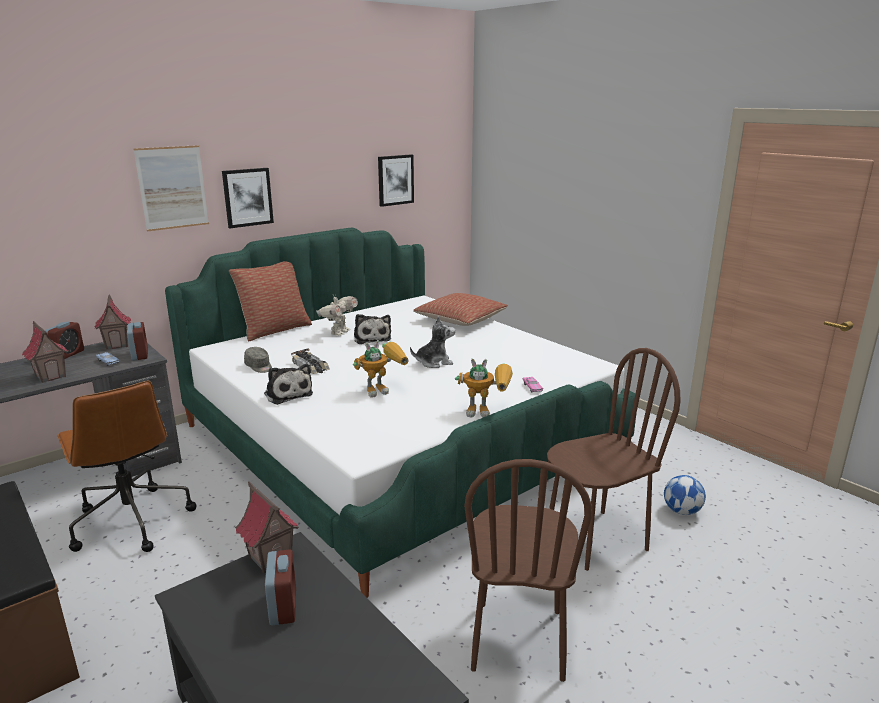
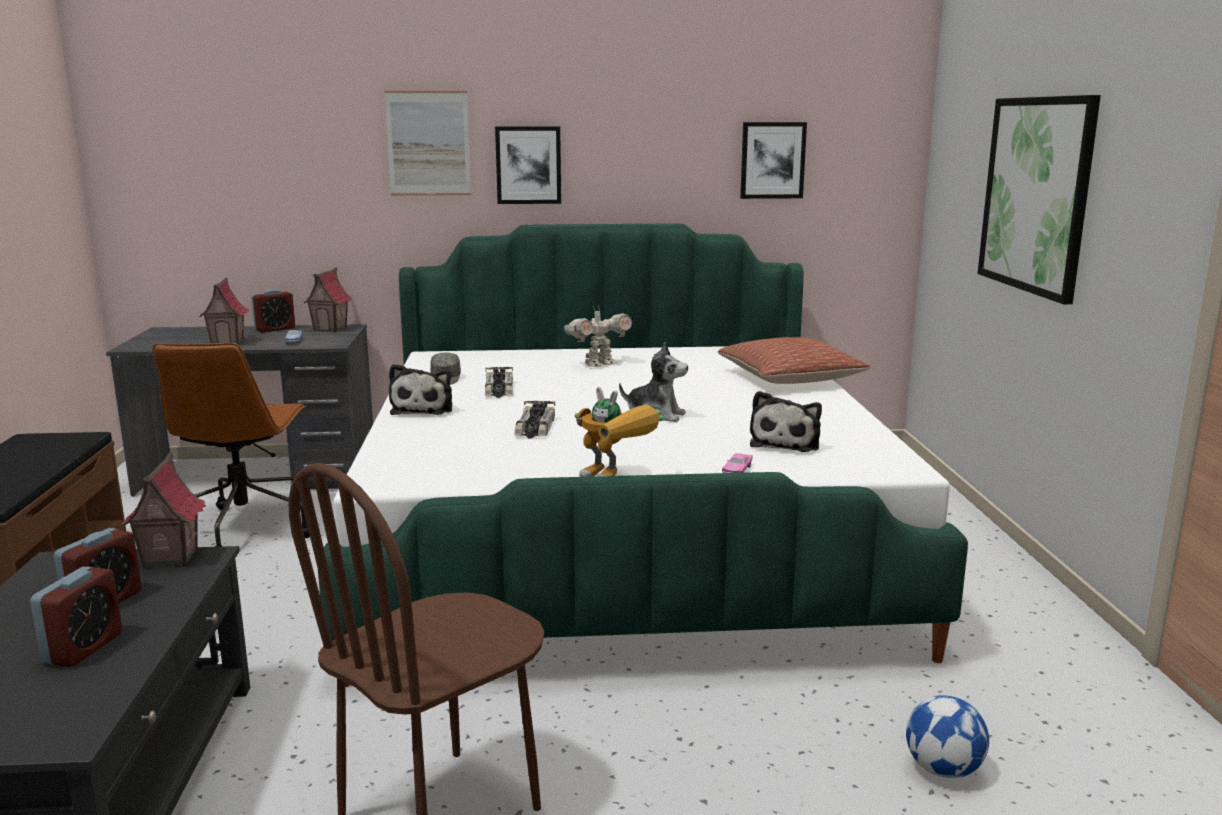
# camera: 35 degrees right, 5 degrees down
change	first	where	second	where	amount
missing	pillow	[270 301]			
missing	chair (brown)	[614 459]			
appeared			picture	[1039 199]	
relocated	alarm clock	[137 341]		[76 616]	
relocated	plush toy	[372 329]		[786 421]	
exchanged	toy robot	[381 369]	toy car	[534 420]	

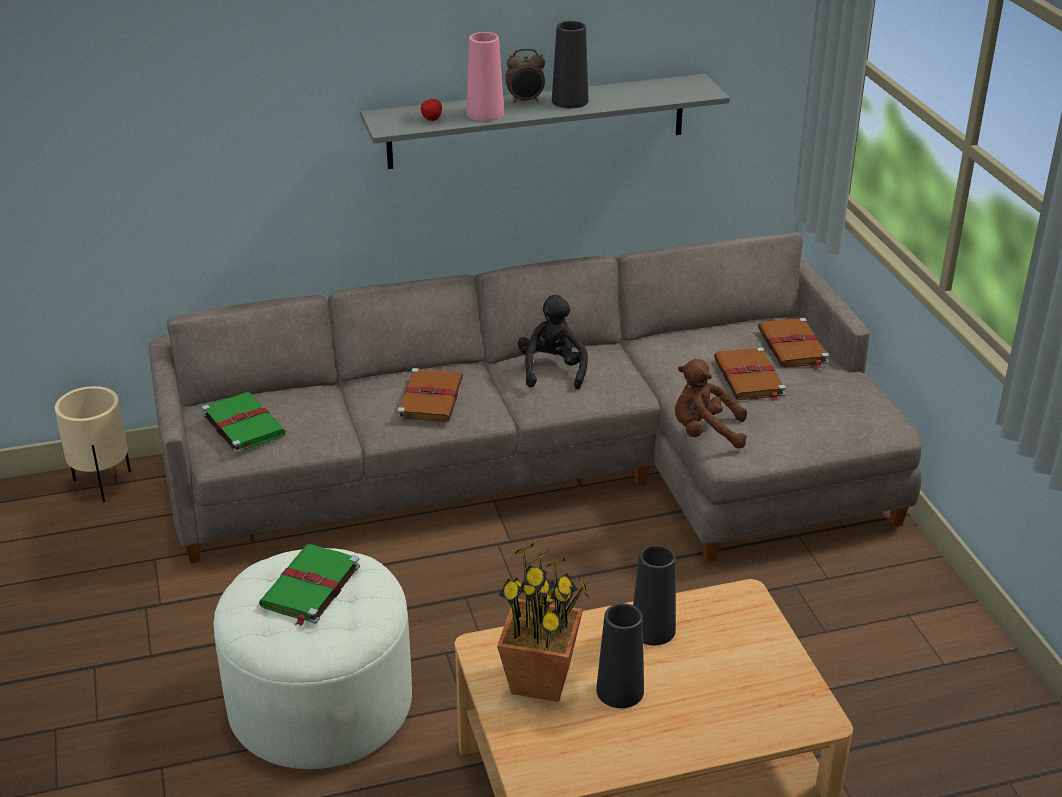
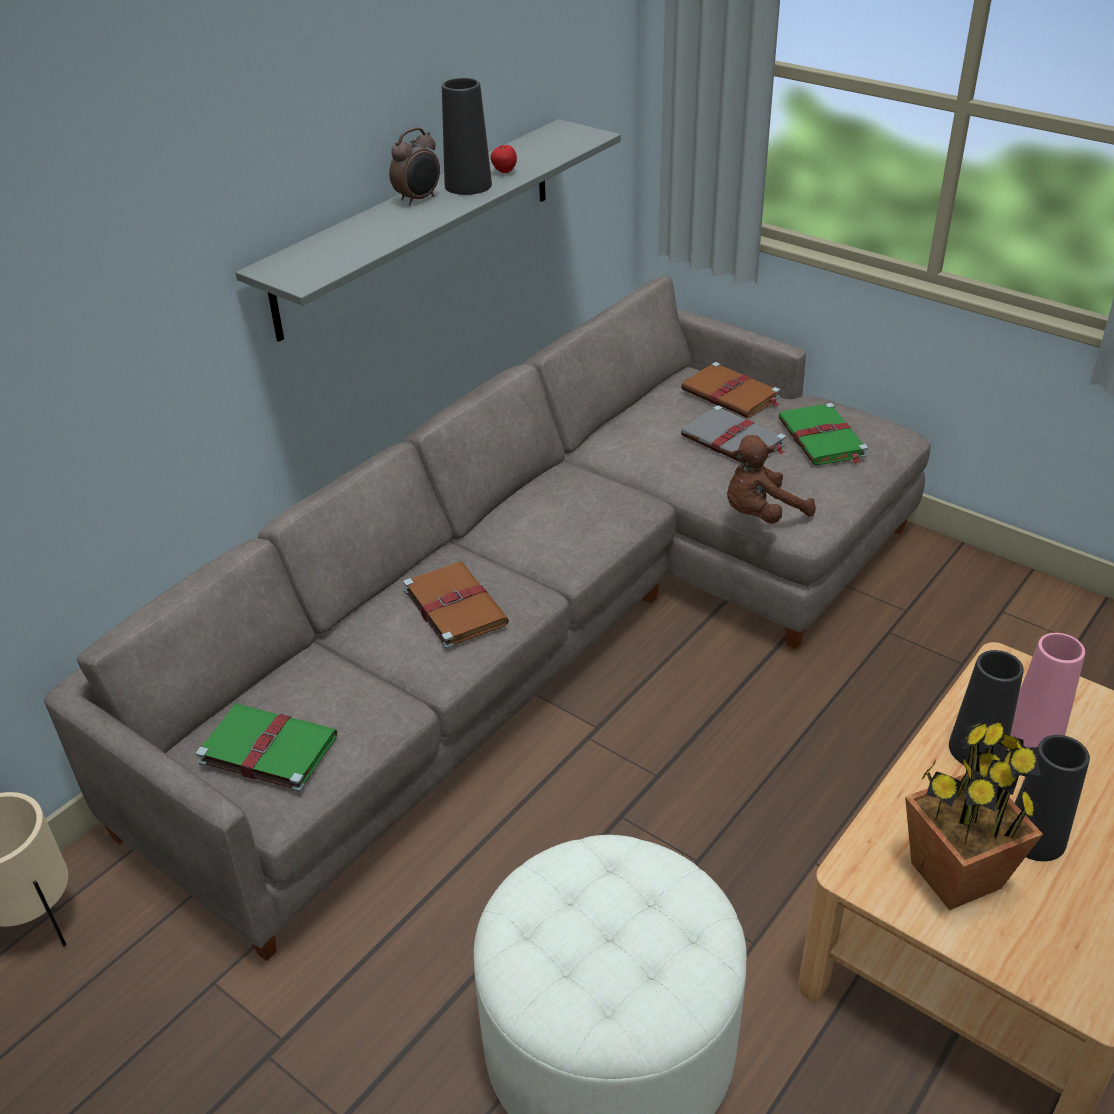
# camera: 35 degrees left, 5 degrees up
change	first	where	second	where	amount
missing	plush toy (black)	[553 342]			
relocated	book (green)	[309 585]		[823 434]	
relocated	apple	[431 110]		[504 159]	
relocated	vase (pink)	[485 76]		[1047 690]	
colour	book (brown)	[750 374]	book (grey)	[733 433]	

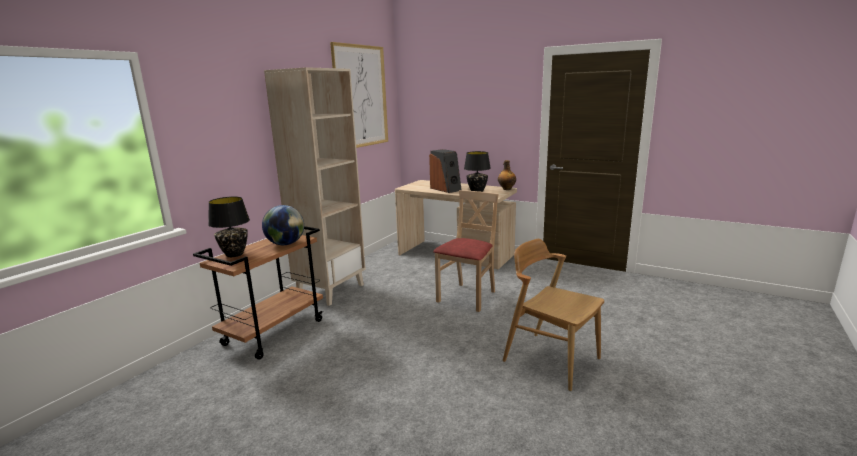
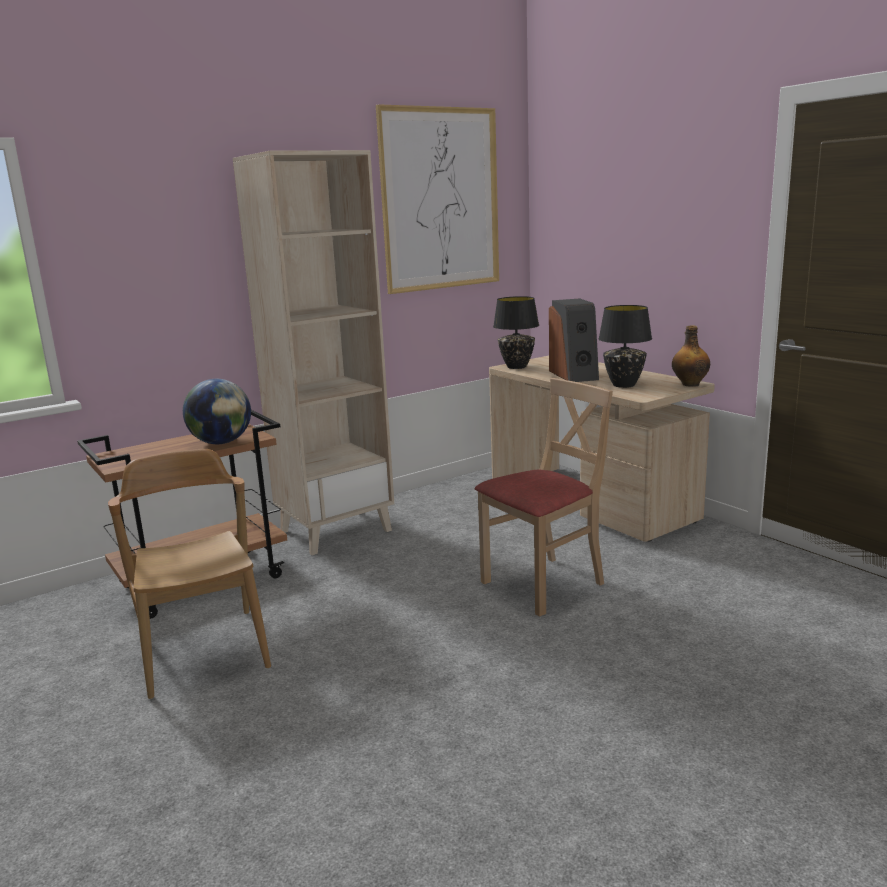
# camera: 25 degrees right, 0 degrees up
change	first	where	second	where	amount
relocated	table lamp (black)	[229 227]		[516 332]	
relocated	chair (brown)	[553 315]		[189 574]	

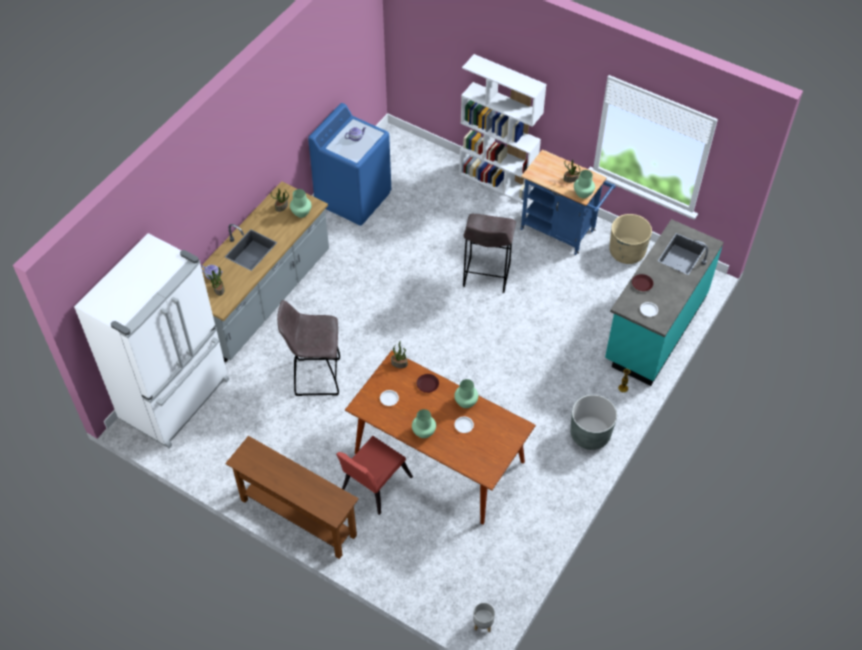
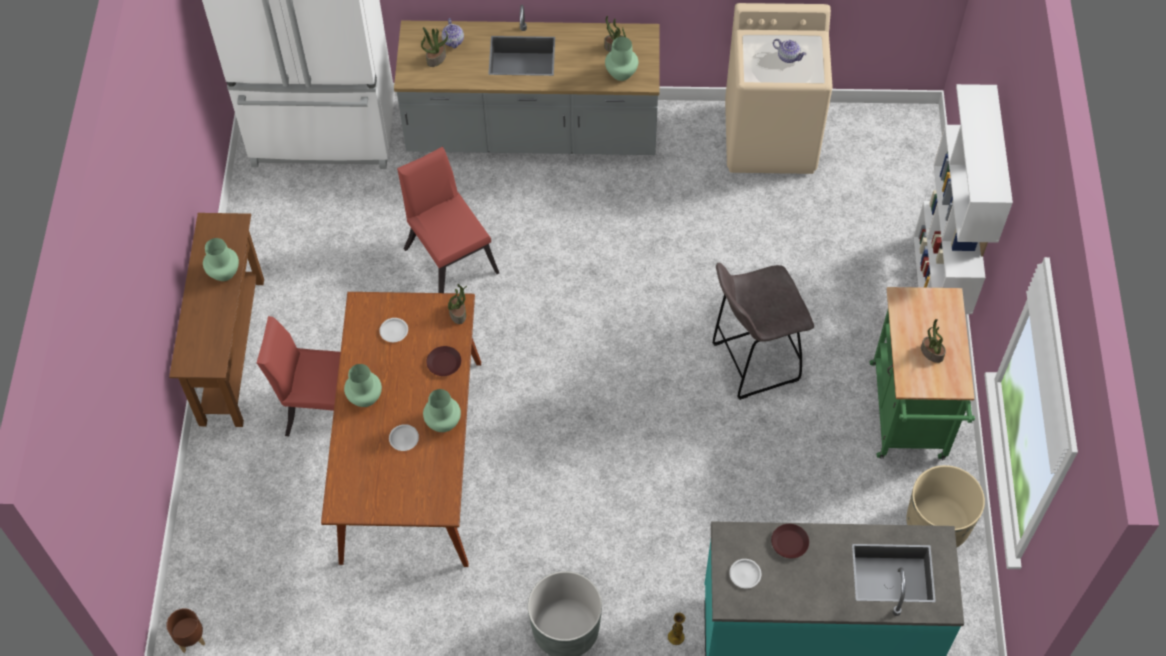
# camera: 60 degrees right, 5 degrees up
change	first	where	second	where	amount
relocated	vase (green)	[584 184]		[221 259]	
exchanged	stool (grey)	[308 348]	chair (red)	[448 220]	
colour	washing machine (blue)	[349 164]	washing machine (beige)	[779 88]	
colour	planter (grey)	[484 617]	planter (brown)	[186 630]	
colour	cart (blue)	[568 202]	cart (green)	[922 373]	

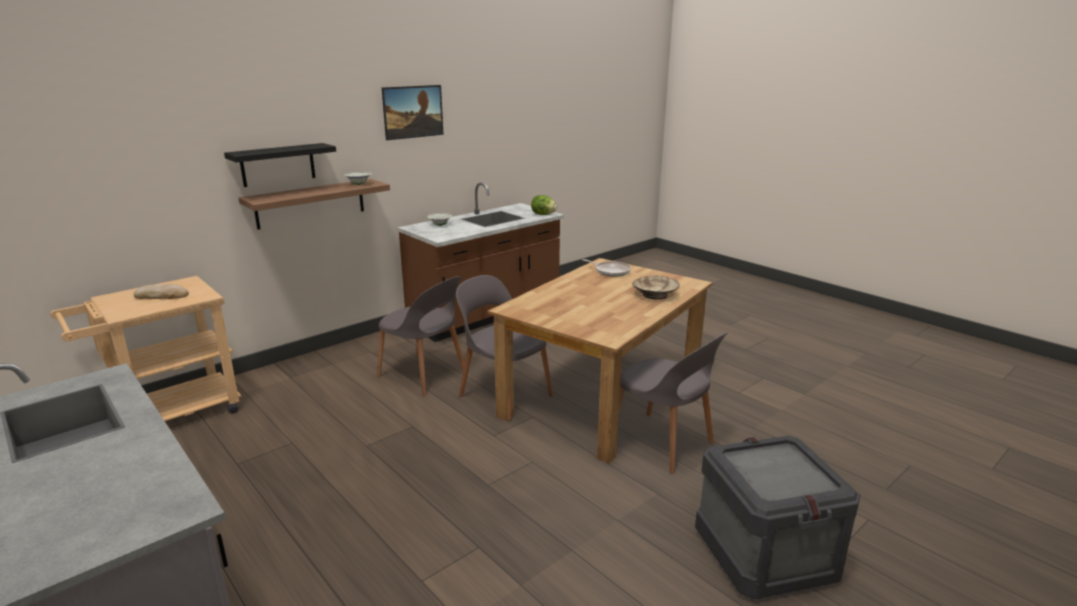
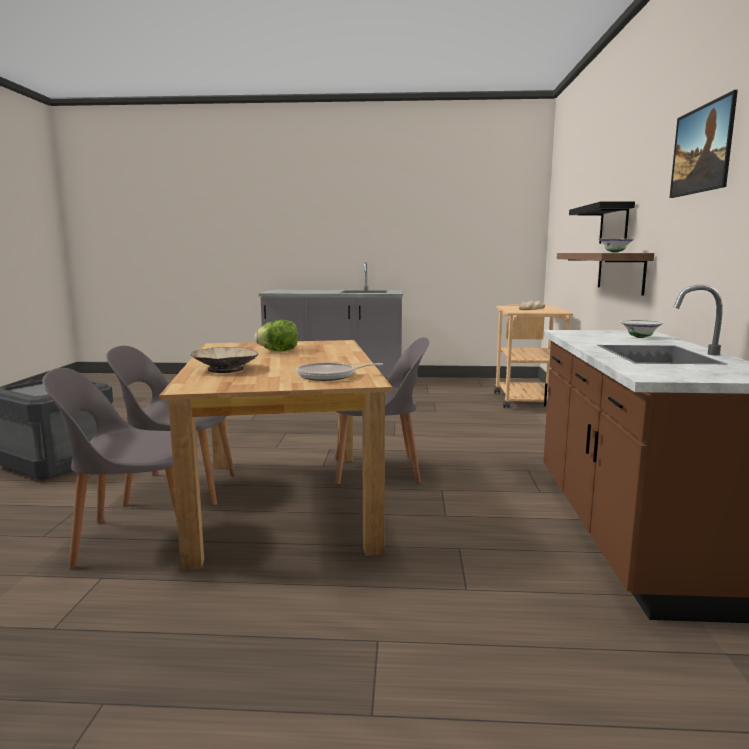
# camera: 135 degrees right, 10 degrees down
change	first	where	second	where	amount
relocated	chair (grey)	[420 336]		[110 468]	
relocated	lettuce	[544 205]		[276 335]	

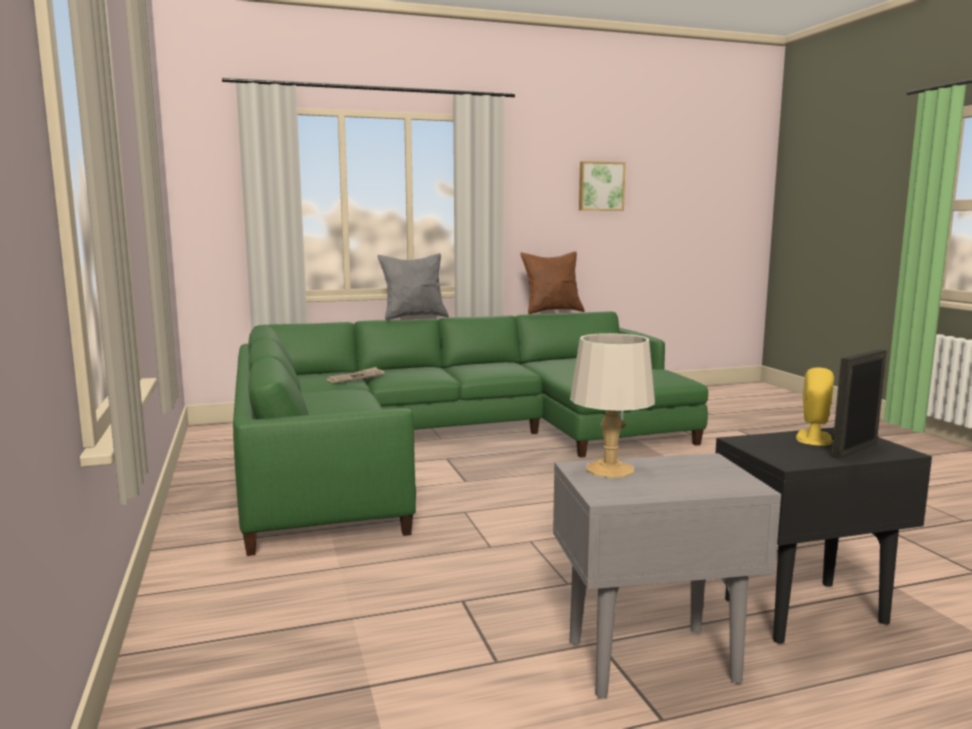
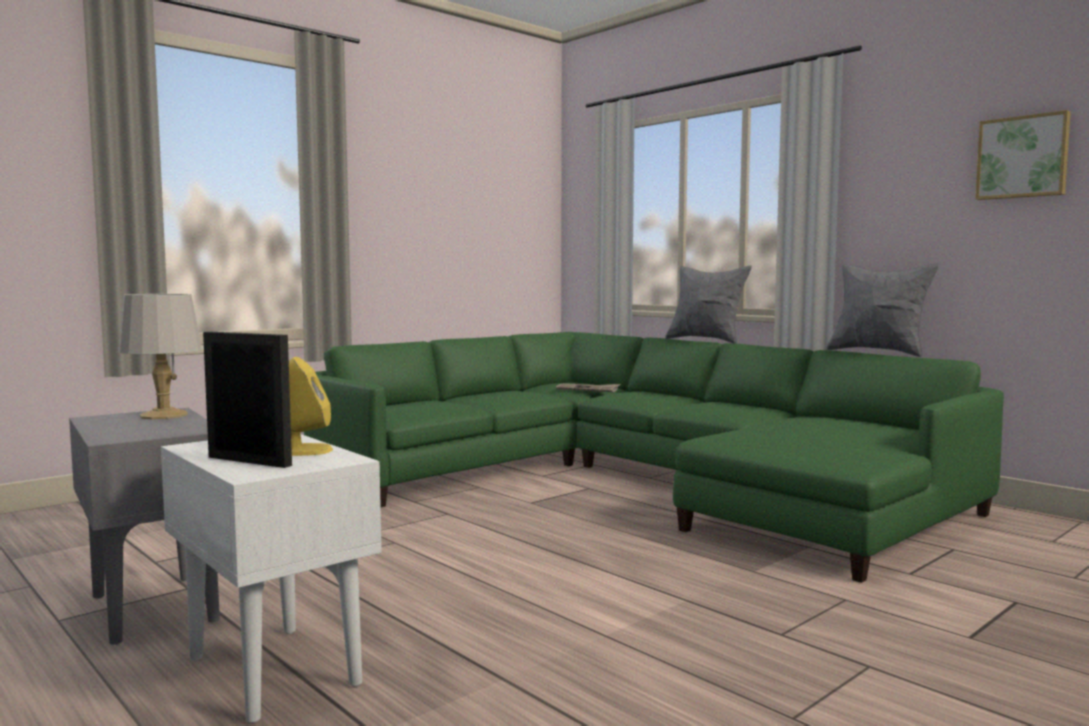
# camera: 65 degrees right, 5 degrees down
change	first	where	second	where	amount
colour	pillow (brown)	[552 282]	pillow (grey)	[882 310]	
colour	side table (black)	[824 535]	side table (white)	[271 578]	

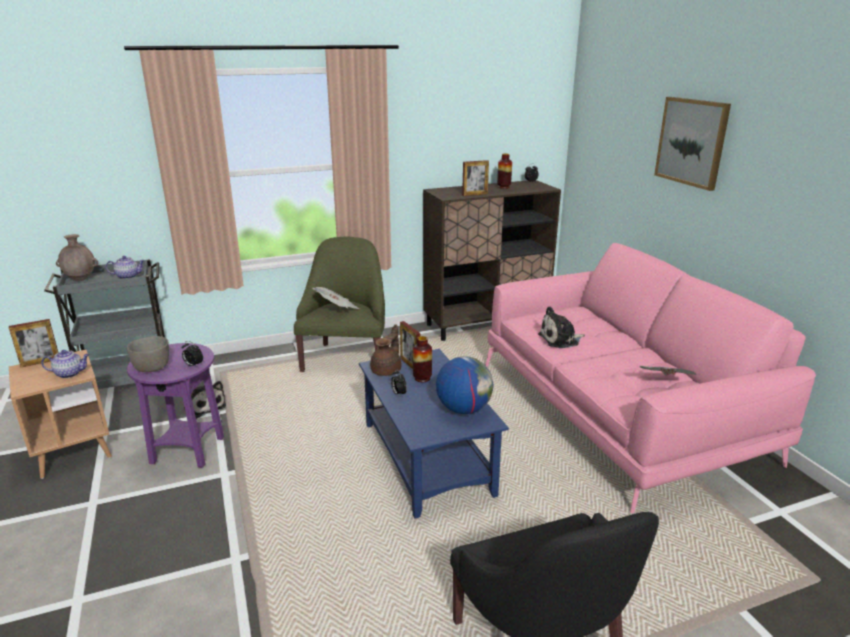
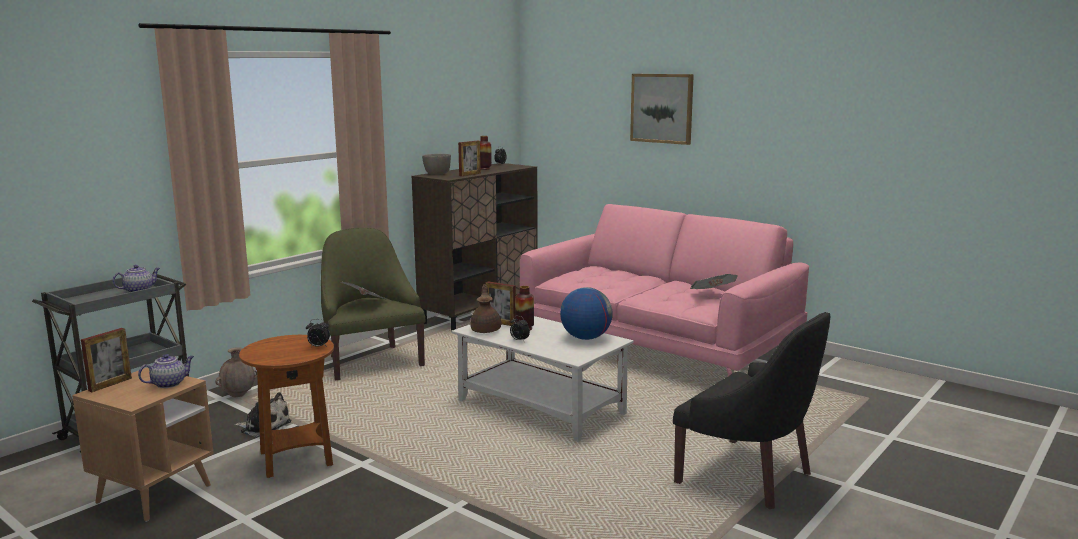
# camera: 30 degrees left, 10 degrees down
change	first	where	second	where	amount
missing	plush toy	[561 327]			
relocated	vase (brown)	[77 257]		[236 372]	
relocated	bowl (grey)	[148 354]		[436 164]	
colour	side table (purple)	[175 405]	side table (brown)	[286 406]	
colour	coffee table (blue)	[434 434]	coffee table (white)	[542 379]	

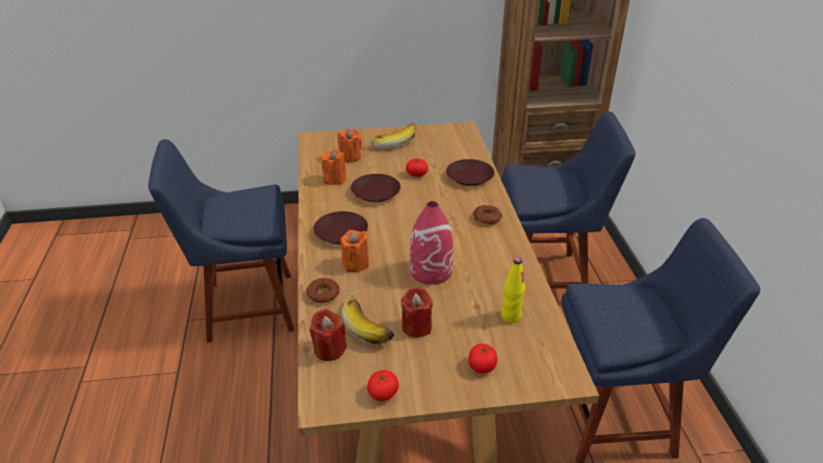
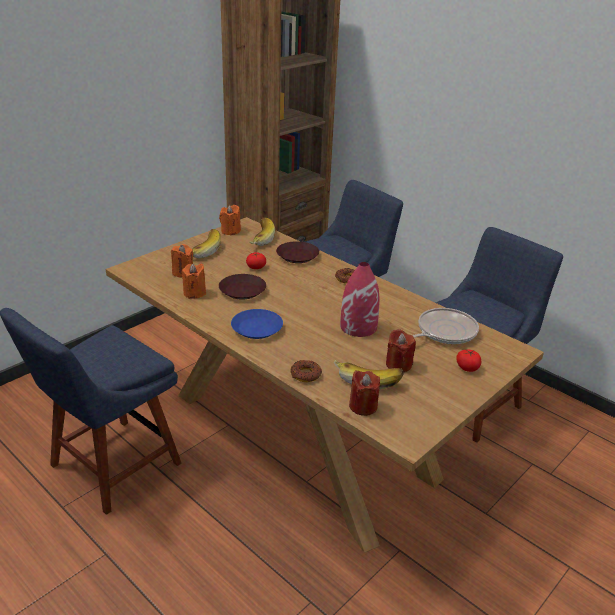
# camera: 40 degrees left, 5 degrees down
change	first	where	second	where	amount
missing	tomato	[383 385]			
appeared			banana	[262 231]	
relocated	candle (orange)	[355 251]		[230 220]	
exchanged	bottle (yellow)	[513 290]	frying pan	[446 326]	
colour	plate (brown)	[341 227]	plate (blue)	[257 324]	

